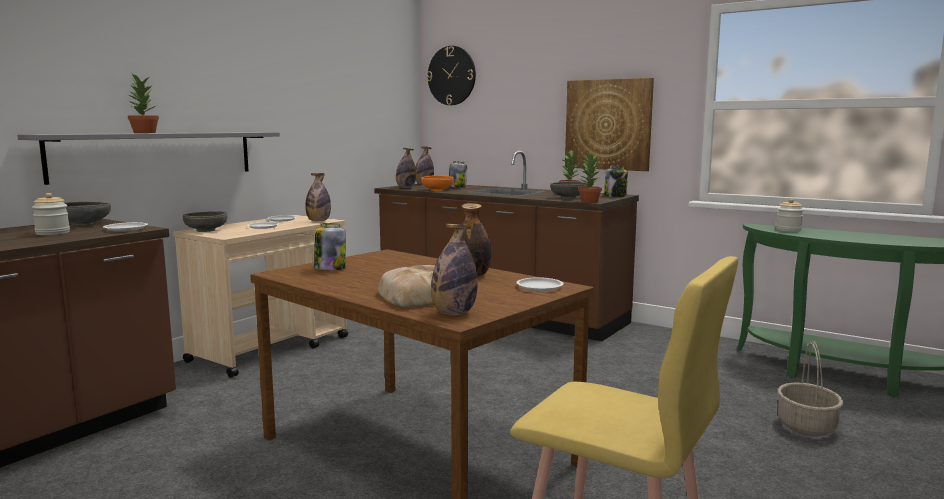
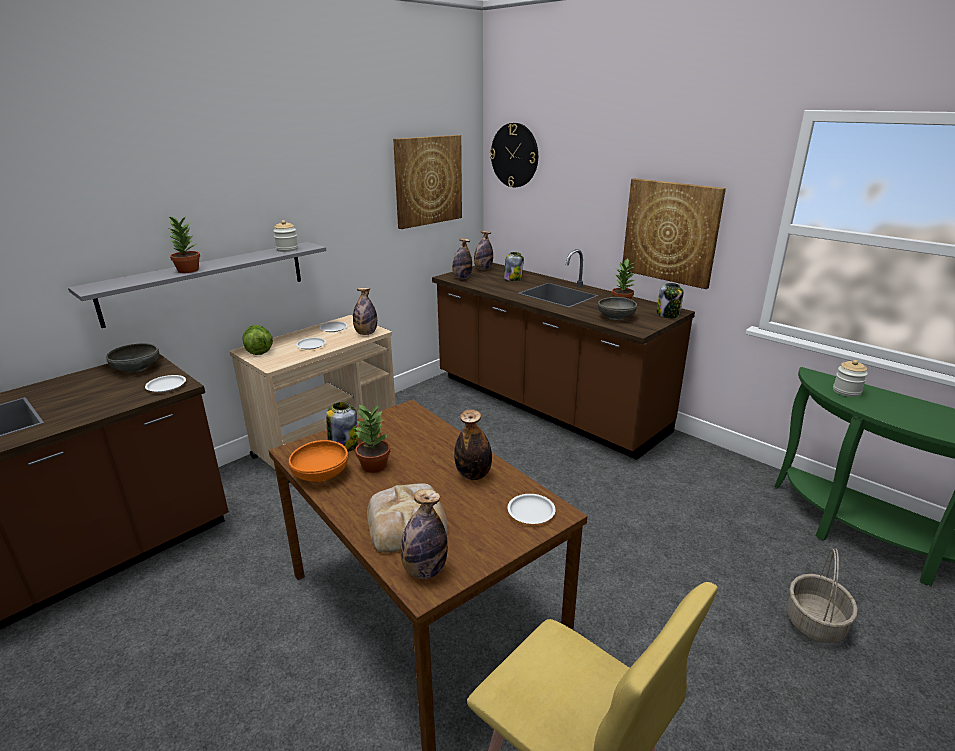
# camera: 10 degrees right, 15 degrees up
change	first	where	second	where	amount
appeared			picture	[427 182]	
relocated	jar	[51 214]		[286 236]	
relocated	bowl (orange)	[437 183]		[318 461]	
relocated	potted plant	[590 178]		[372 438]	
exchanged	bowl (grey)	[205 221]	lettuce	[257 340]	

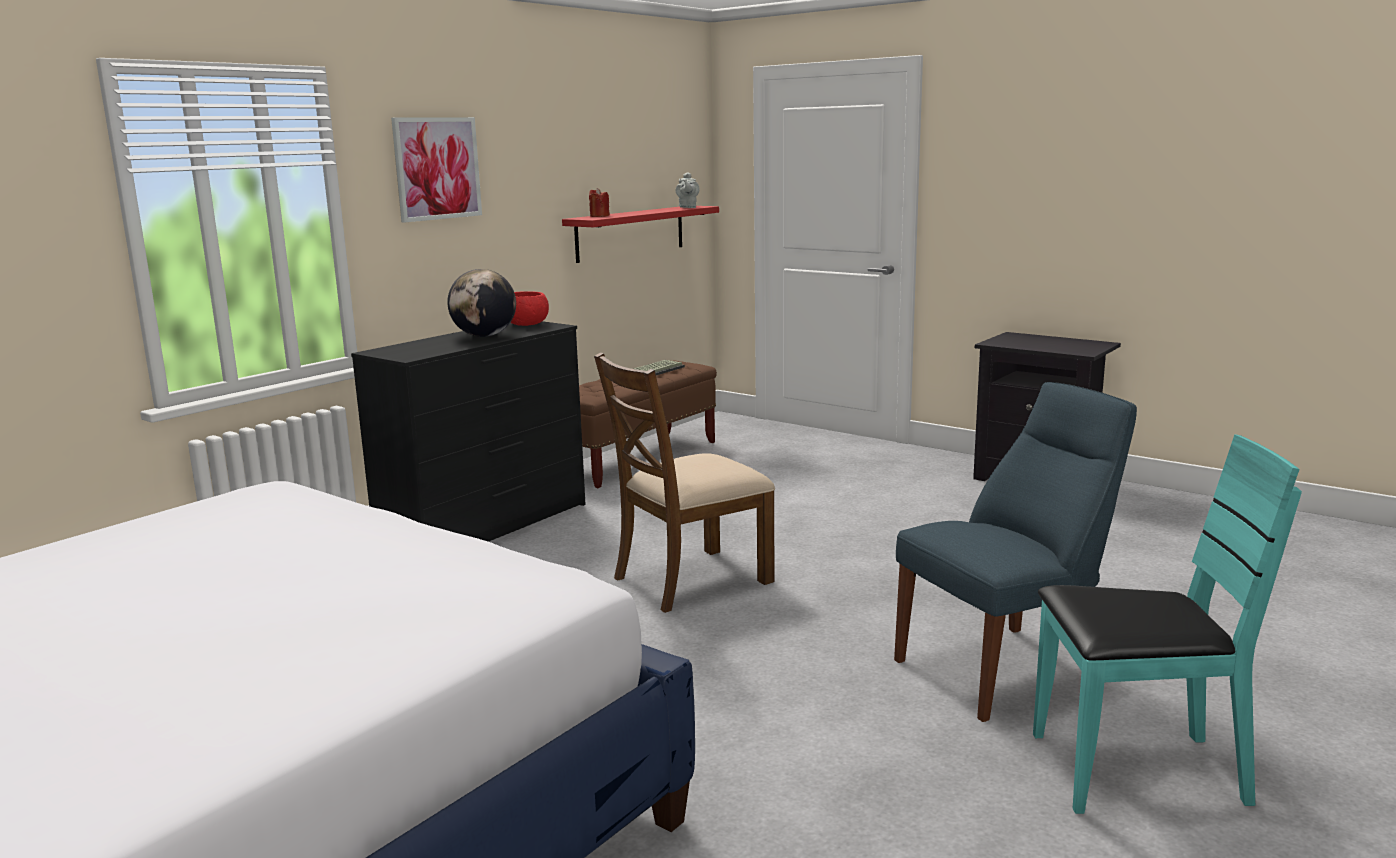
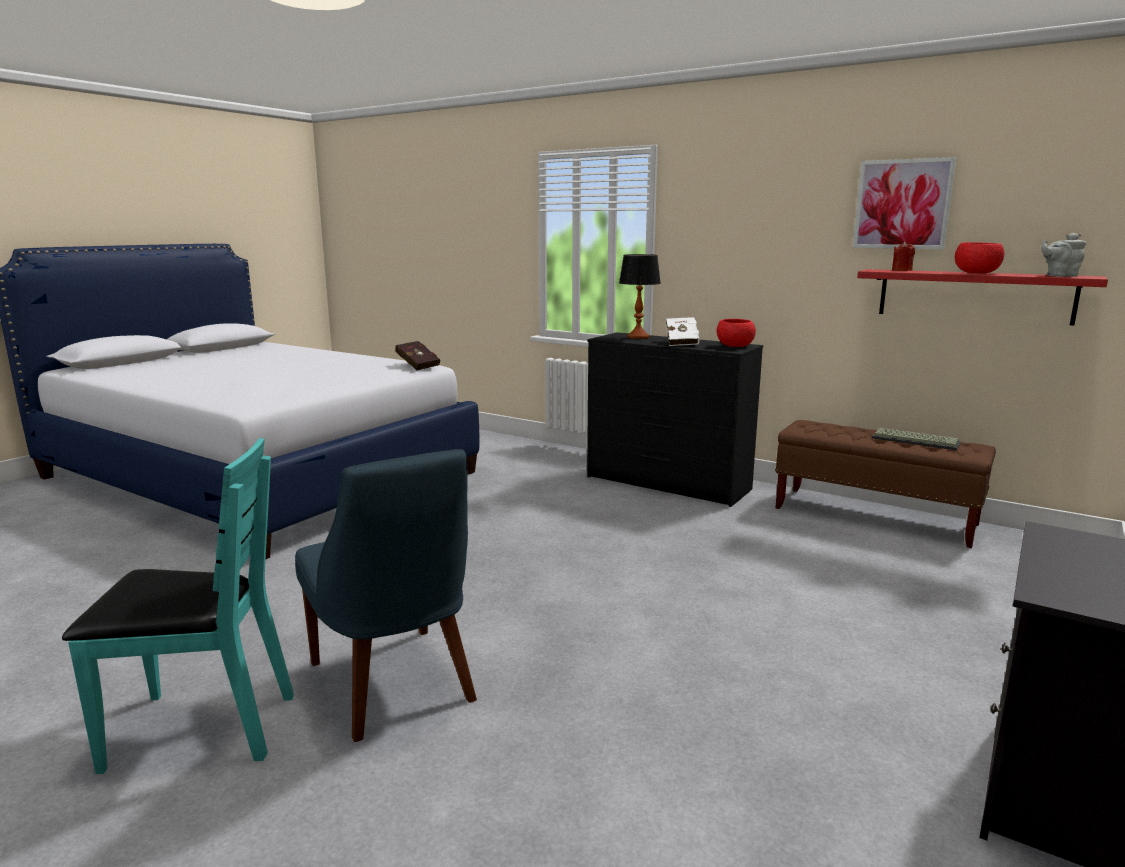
# camera: 85 degrees right, 0 degrees up
change	first	where	second	where	amount
missing	chair (brown)	[684 482]			
appeared			book (red)	[417 355]	
appeared			table lamp	[640 296]	
appeared			bowl (red)	[979 257]	
relocated	picture	[436 170]		[904 203]	
exchanged	globe	[481 303]	book (white)	[682 331]	
spun	chair (turquoise)	[1167 624]		[178 606]	90 degrees counterclockwise

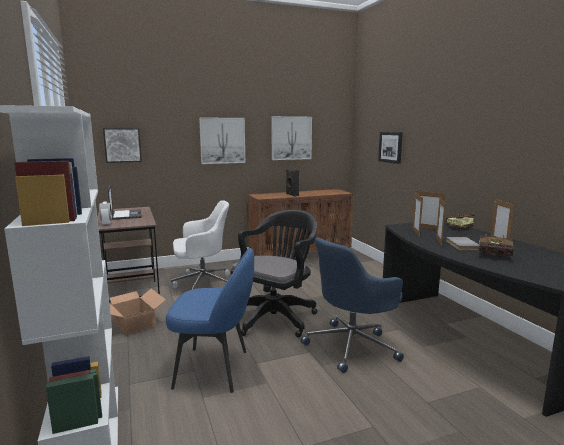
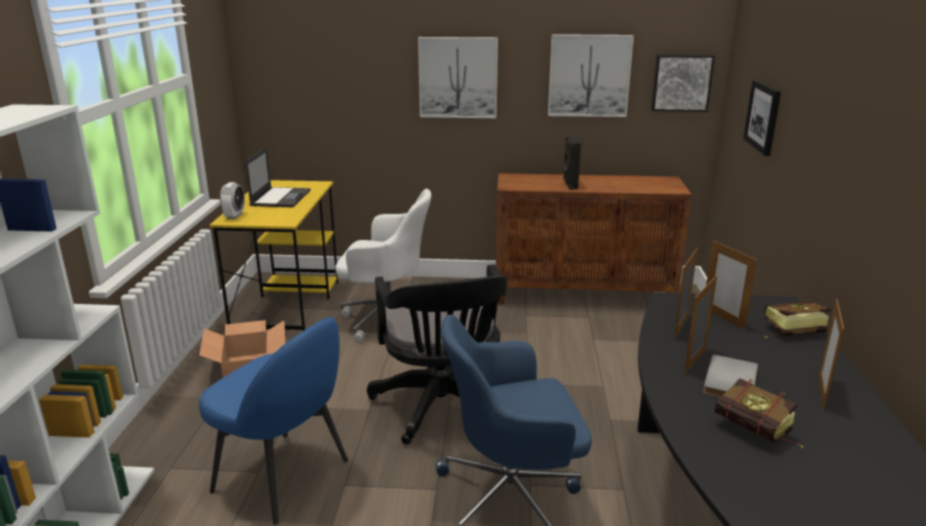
# camera: 25 degrees right, 10 degrees up
change	first	where	second	where	amount
relocated	picture	[122 145]		[683 83]	
colour	desk (brown)	[128 254]	desk (yellow)	[274 255]	
spun	office chair (black)	[274 273]		[437 354]	105 degrees clockwise

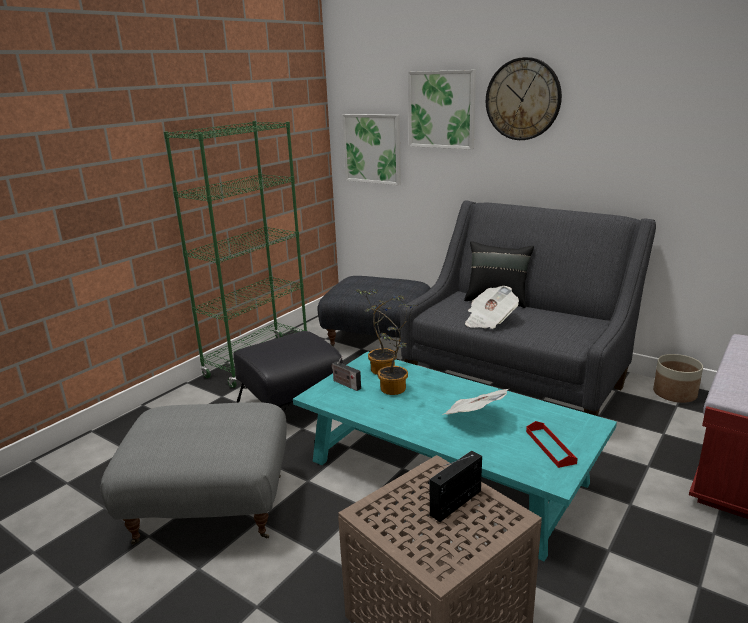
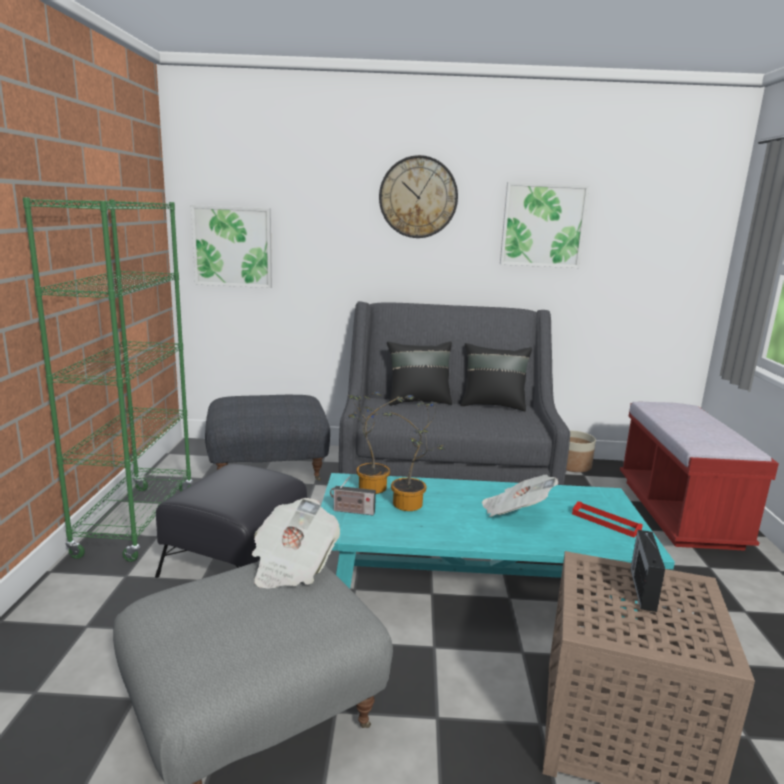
# camera: 35 degrees left, 5 degrees down
change	first	where	second	where	amount
appeared			pillow (black)	[496 377]	
relocated	picture	[442 109]		[545 225]	
relocated	newspaper	[492 307]		[296 543]	

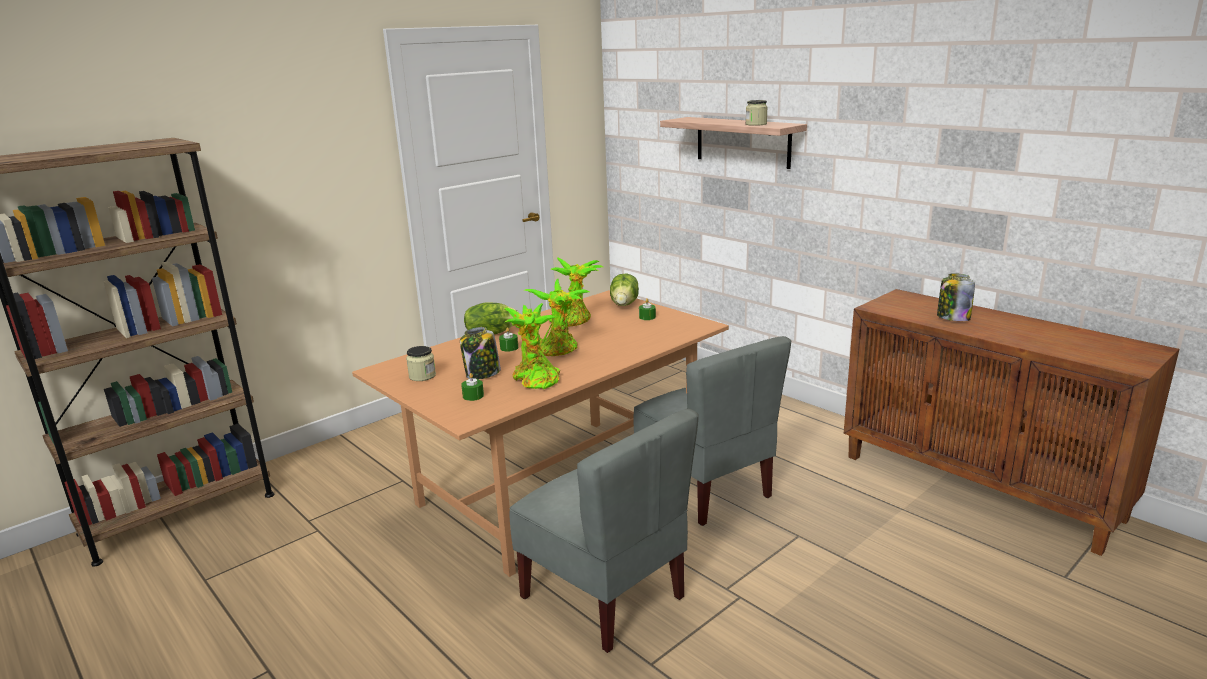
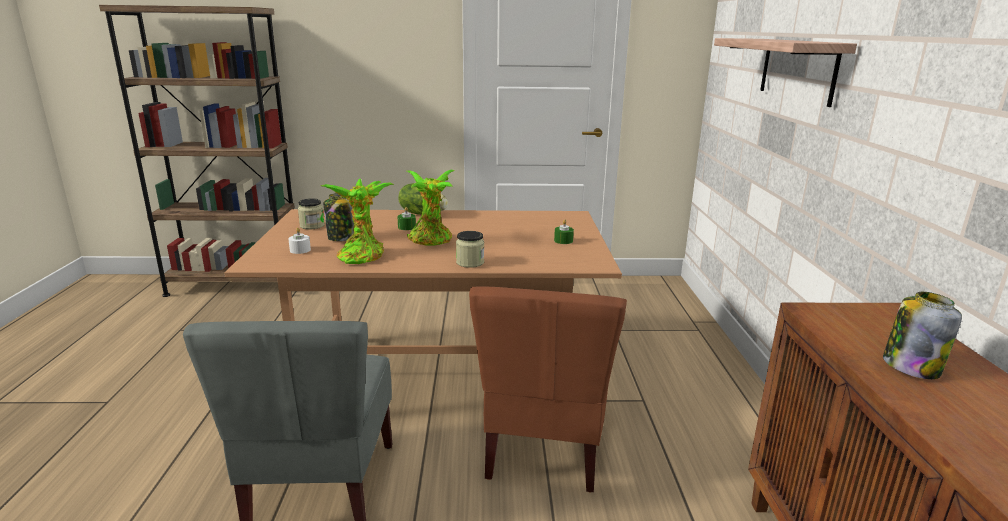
# camera: 40 degrees right, 0 degrees up
change	first	where	second	where	amount
missing	potted plant	[576 292]			
missing	lettuce	[624 290]			
relocated	jar	[757 113]		[470 249]	
colour	candle (green)	[472 387]	candle (white)	[299 241]	
colour	chair (grey)	[712 431]	chair (brown)	[548 389]	

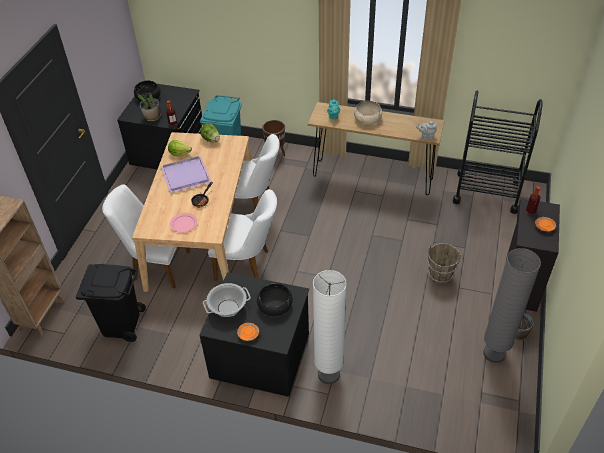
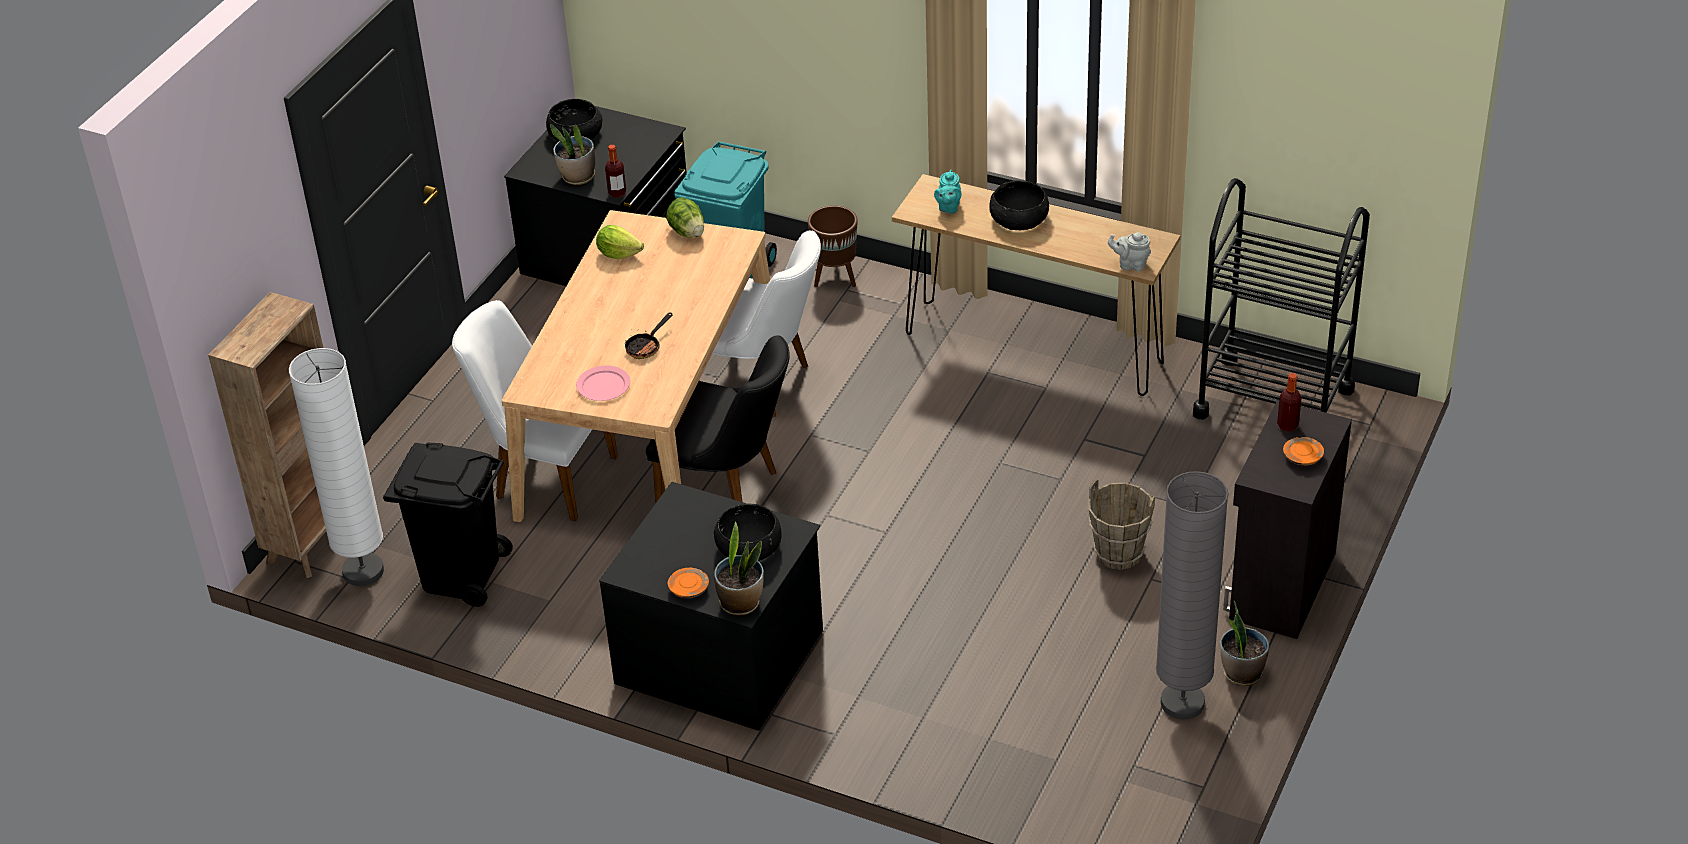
# camera: 10 degrees right, 5 degrees down
change	first	where	second	where	amount
missing	tray (purple)	[186 174]			
missing	cooking pot	[227 300]			
appeared			potted plant	[739 568]	
relocated	floor lamp (white)	[330 327]		[336 467]	
colour	chair (white)	[242 235]	chair (black)	[717 419]	
colour	bowl (beige)	[368 113]	bowl (black)	[1019 205]	

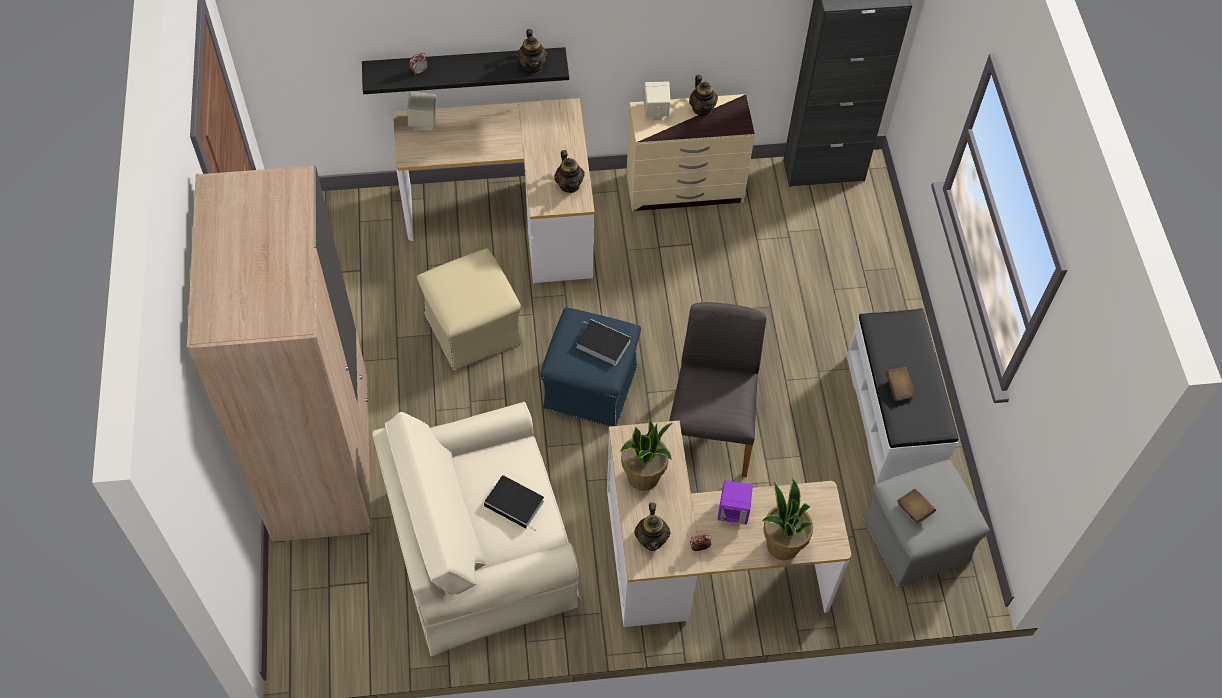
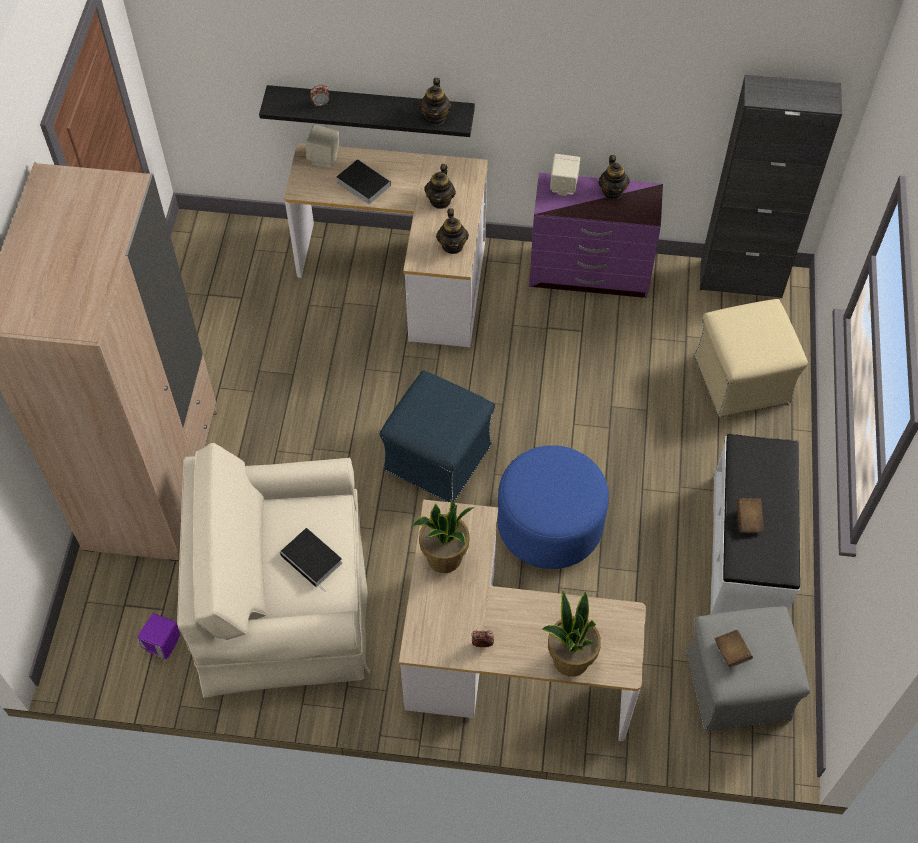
# camera: 15 degrees right, 0 degrees up
change	first	where	second	where	amount
relocated	ottoman (beige)	[469 309]		[751 358]	
relocated	book	[603 342]		[364 182]	
relocated	teapot	[652 527]		[440 186]	
relocated	speaker (purple)	[735 502]		[159 636]	
exchanged	chair (grey)	[717 389]	ottoman (blue)	[553 507]	
colour	dresser (beige)	[690 152]	dresser (purple)	[596 235]	

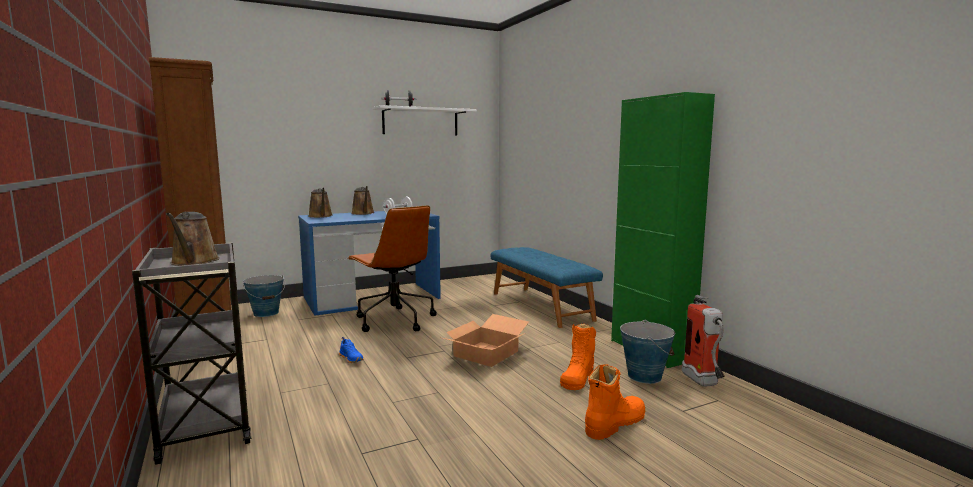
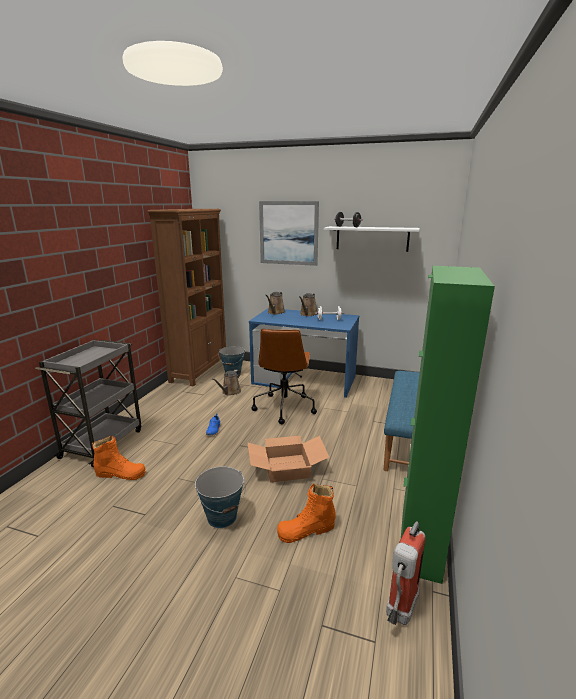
# camera: 45 degrees right, 10 degrees up
change	first	where	second	where	amount
appeared			picture	[289 233]	
relocated	watering can (brown)	[193 239]		[226 383]	
relocated	boot (orange)	[615 402]		[118 458]	
relocated	bucket	[647 352]		[220 497]	

